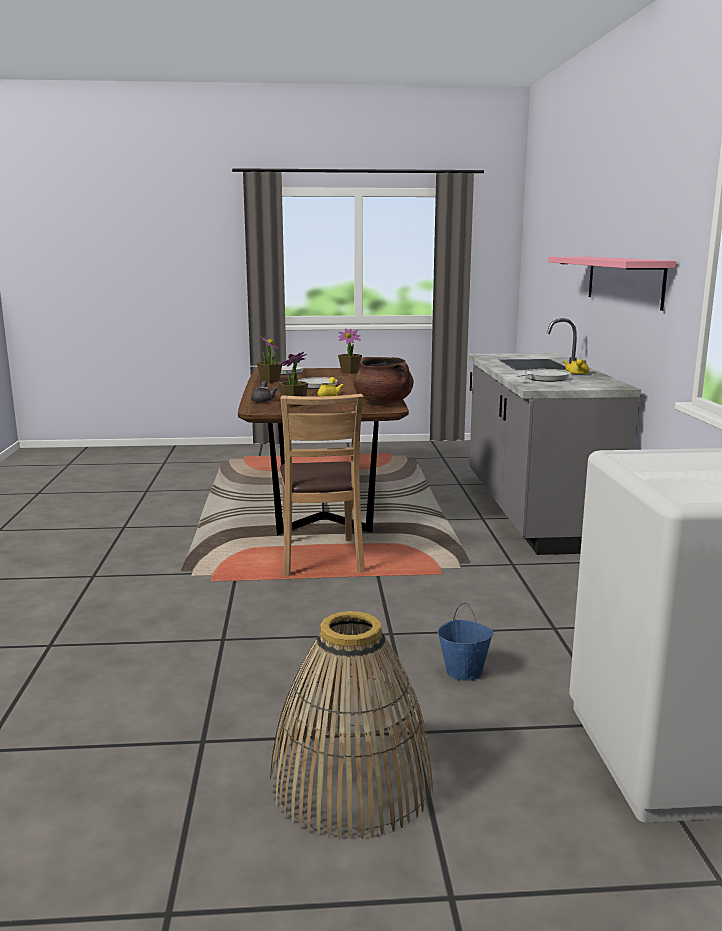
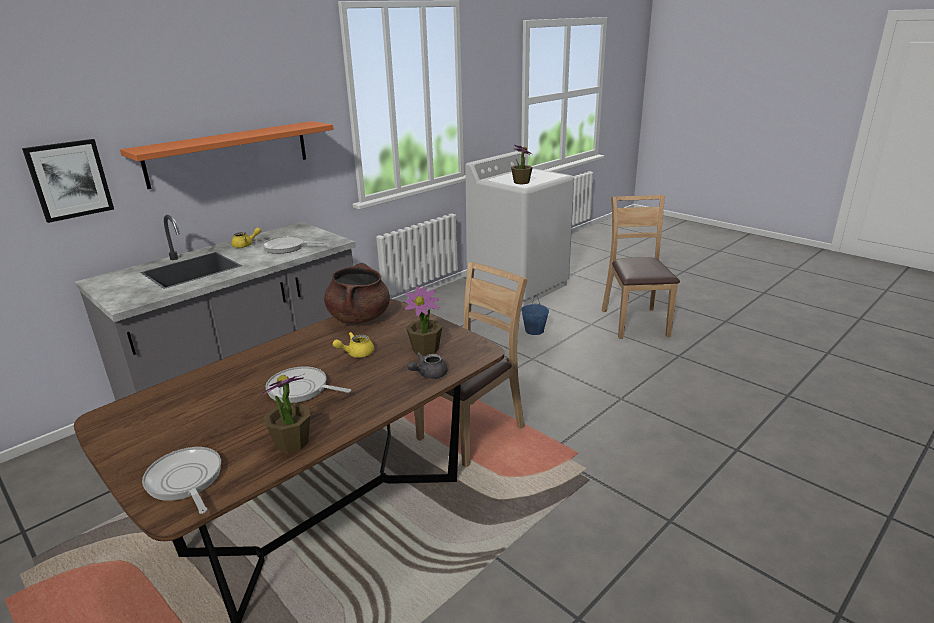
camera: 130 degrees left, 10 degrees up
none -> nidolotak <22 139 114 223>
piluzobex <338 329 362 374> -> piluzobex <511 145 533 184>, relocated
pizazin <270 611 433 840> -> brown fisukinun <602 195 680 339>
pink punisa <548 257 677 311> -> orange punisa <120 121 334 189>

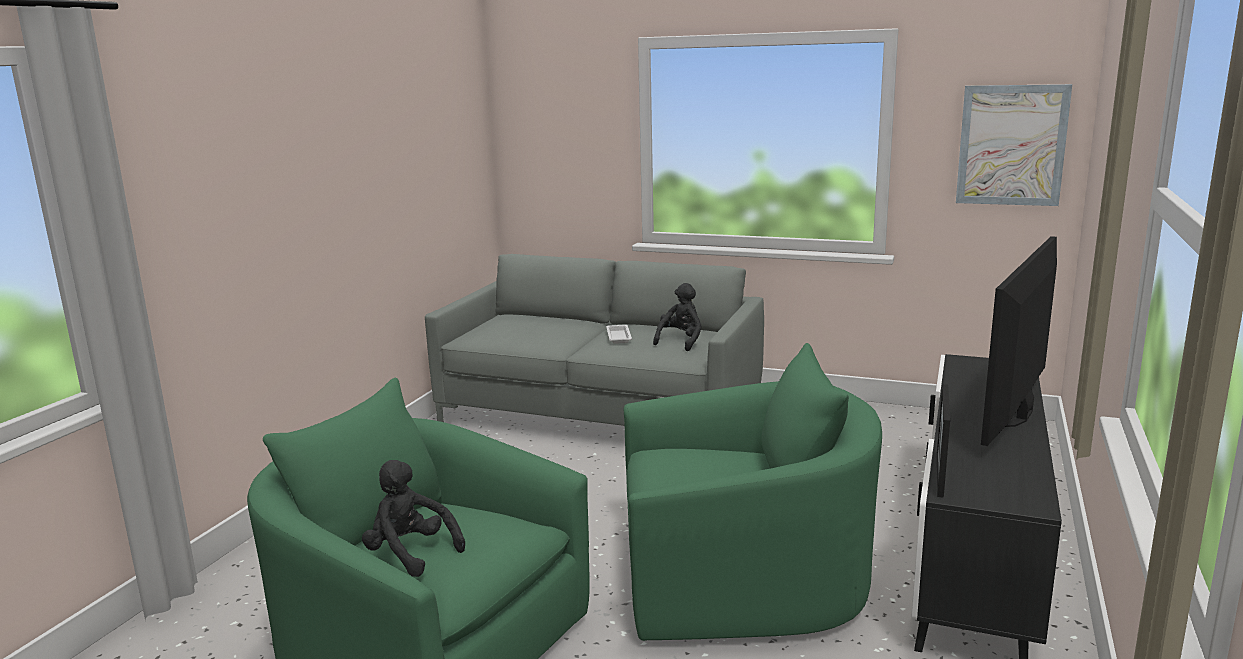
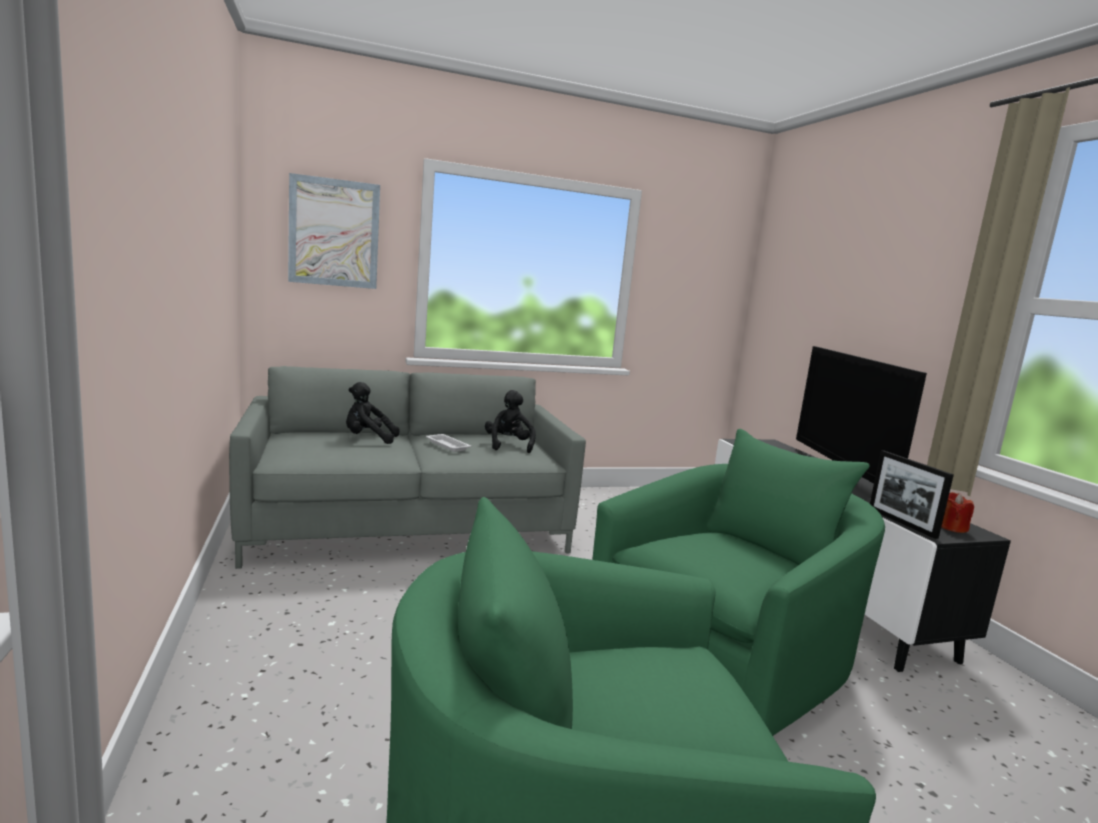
camera: 40 degrees left, 5 degrees down
none -> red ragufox <941 492 974 533>
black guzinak <362 460 465 577> -> black guzinak <346 382 399 444>, relocated
nidolotak <956 84 1072 206> -> nidolotak <288 173 380 289>, relocated

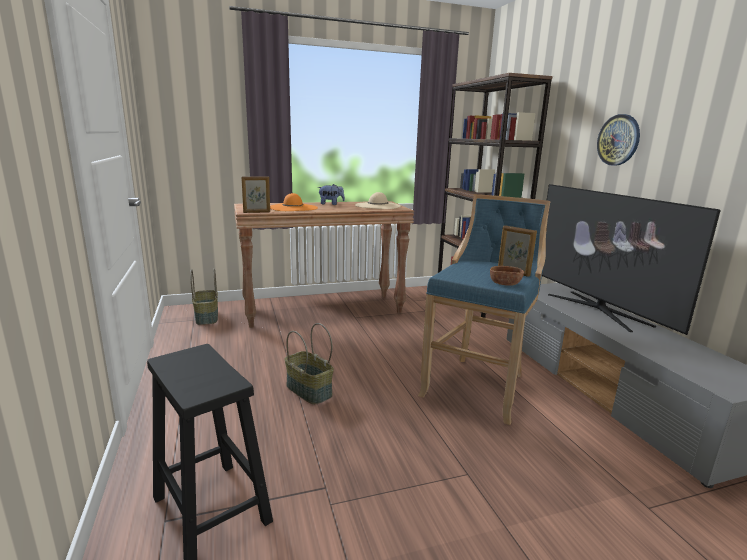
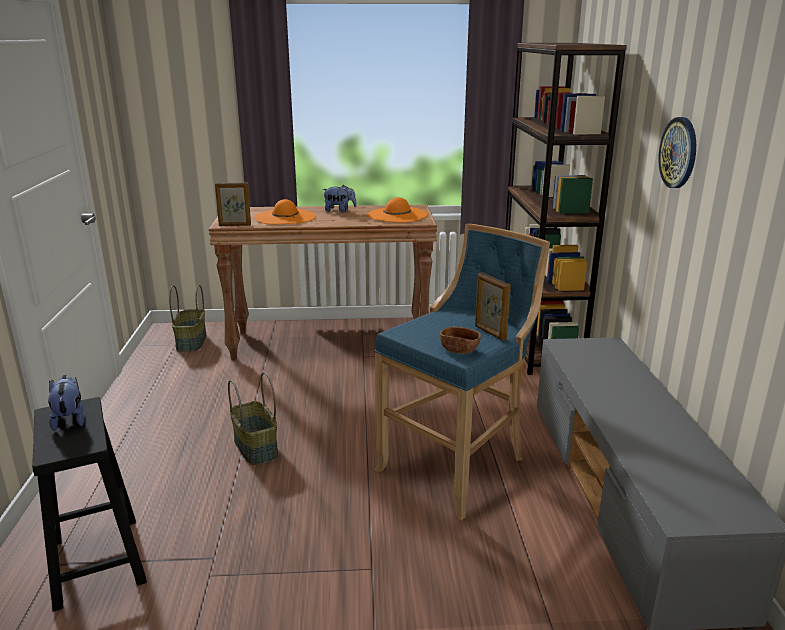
camera: 15 degrees right, 5 degrees up
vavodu <542 184 721 335> -> none
none -> guzinak <48 375 85 431>
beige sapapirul <355 192 401 209> -> orange sapapirul <367 197 428 223>

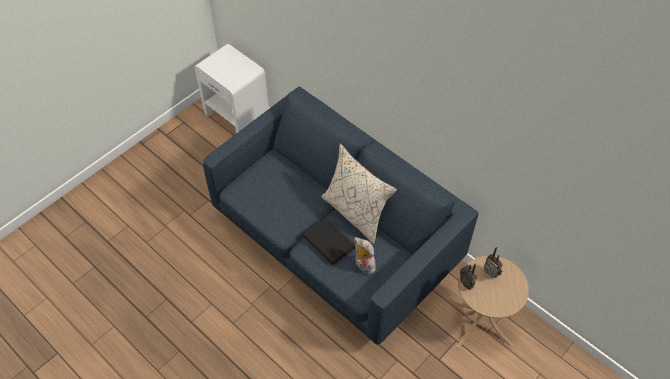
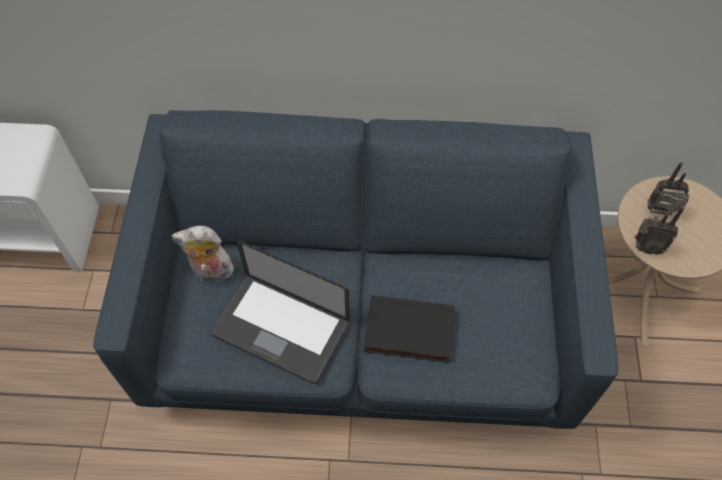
camera: 40 degrees left, 5 degrees up
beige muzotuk <322 144 397 245> -> none
none -> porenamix <211 240 350 384>
guzinak <354 237 378 274> -> guzinak <172 226 234 283>, relocated

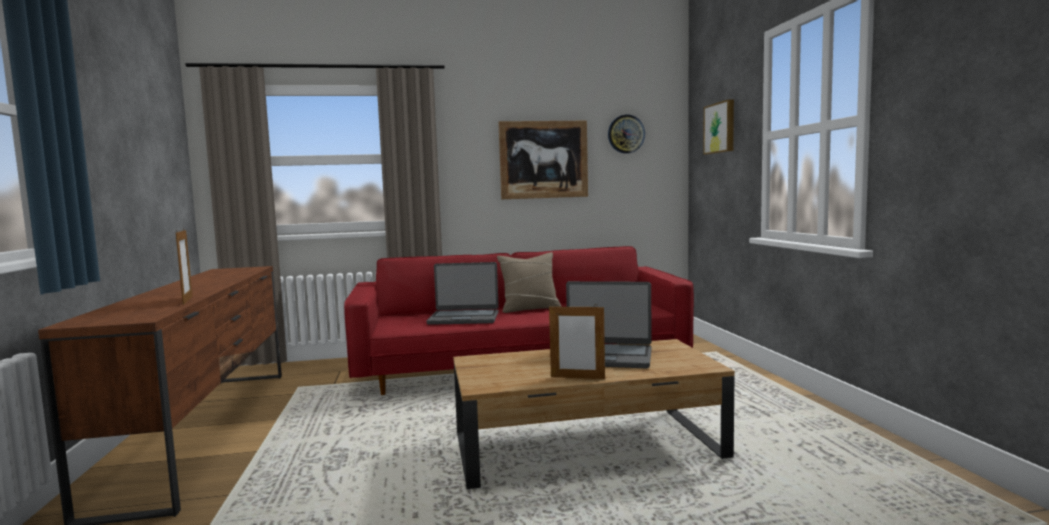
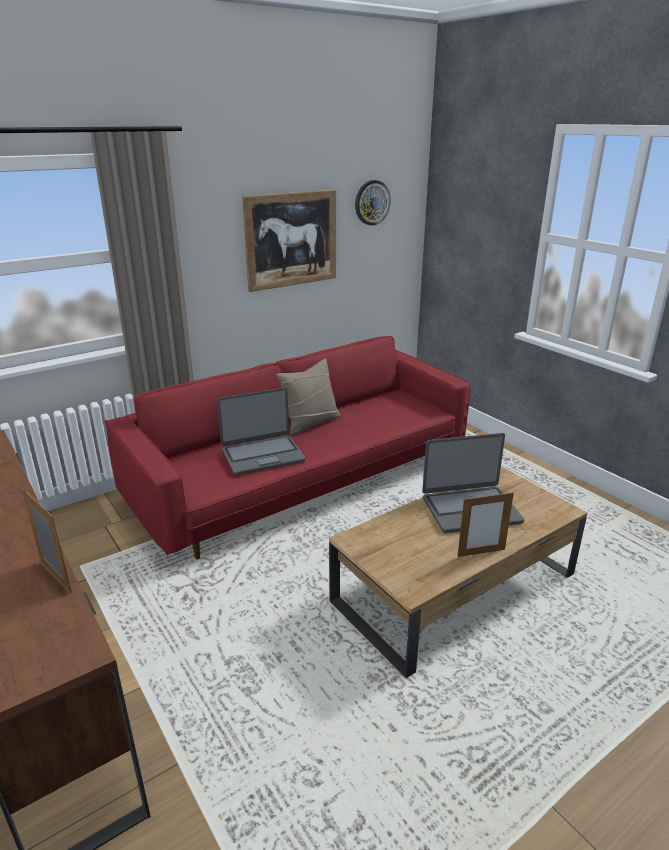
camera: 25 degrees left, 20 degrees up
nidolotak <703 99 734 155> -> none

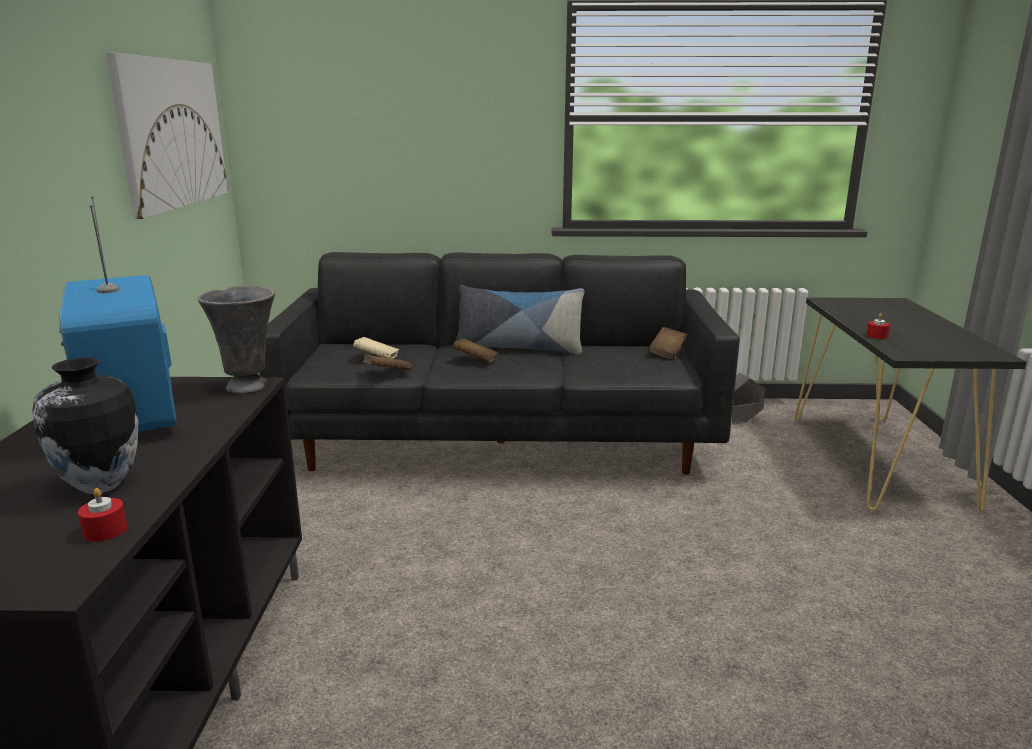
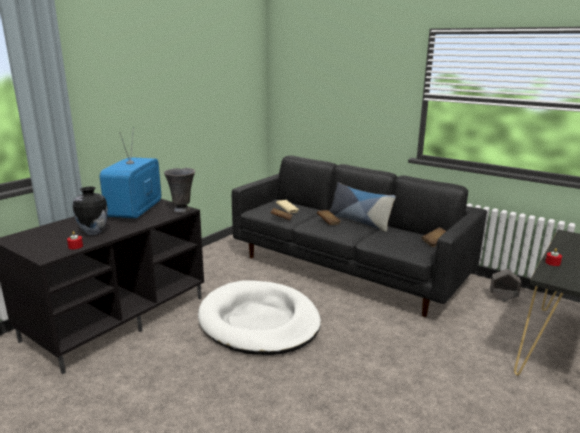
camera: 35 degrees right, 0 degrees up
nidolotak <106 53 228 219> -> none
none -> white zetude <198 280 321 355>

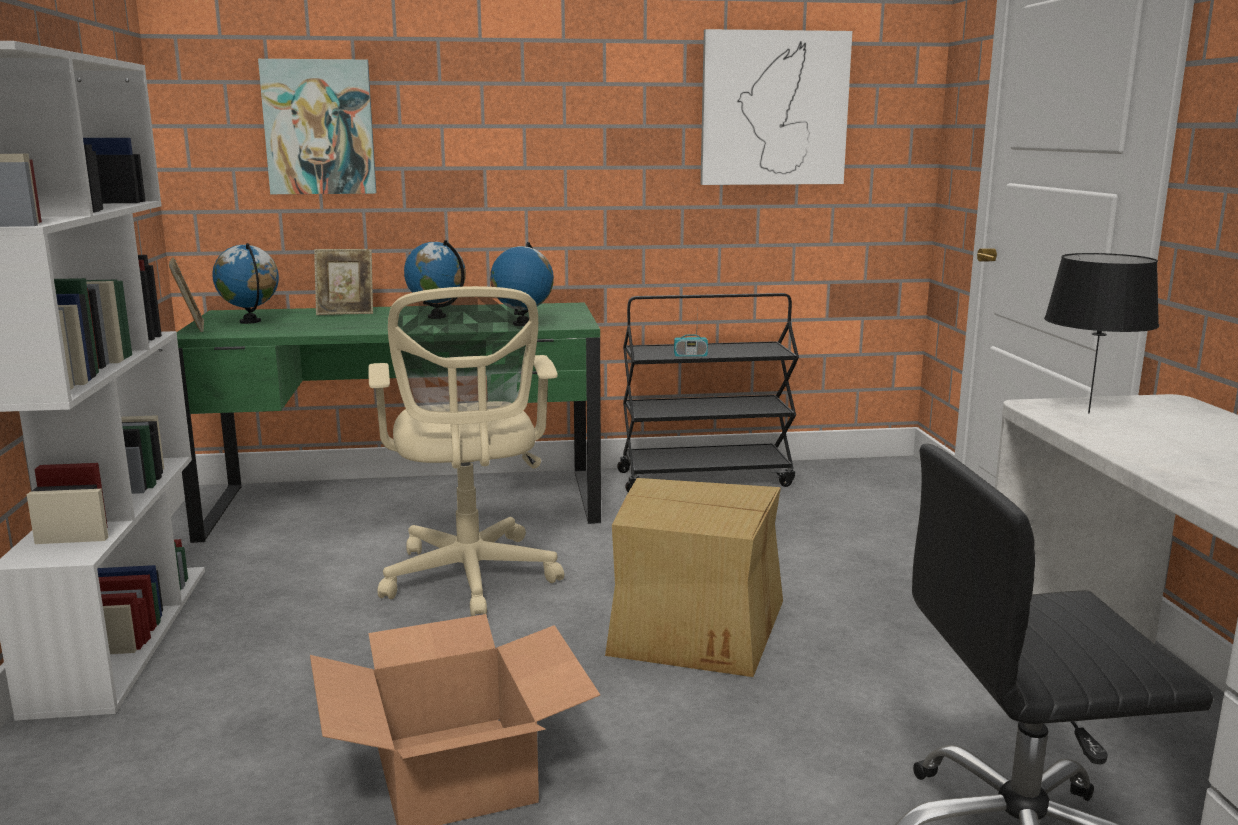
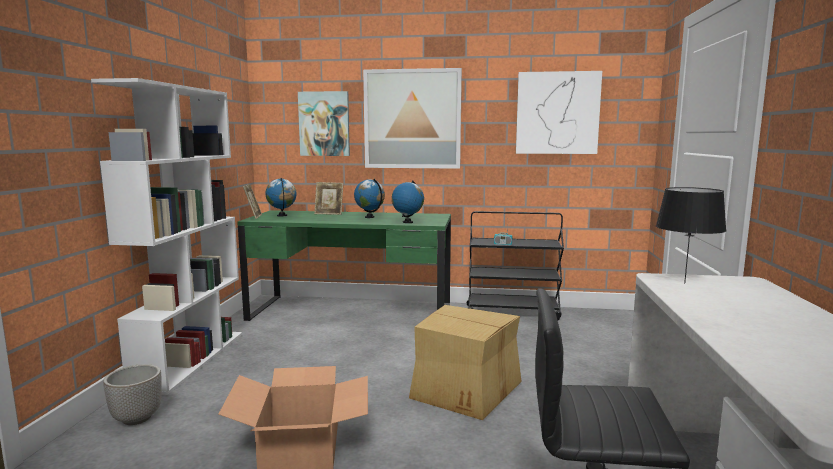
camera: 15 degrees right, 5 degrees down
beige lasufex <368 286 564 616> -> none
none -> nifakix <103 364 162 425>
none -> nidolotak <363 68 462 169>

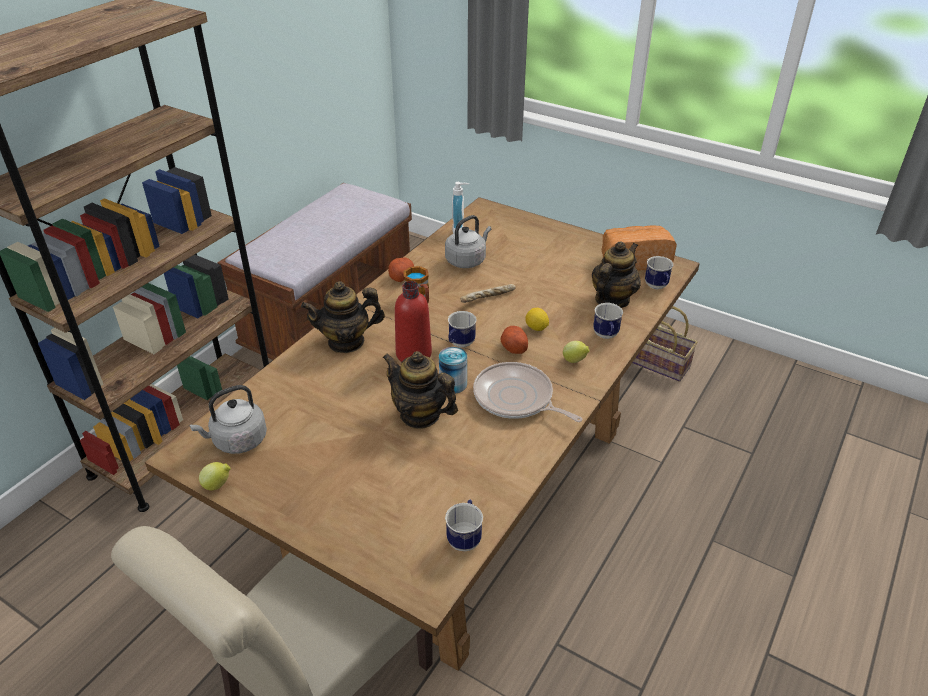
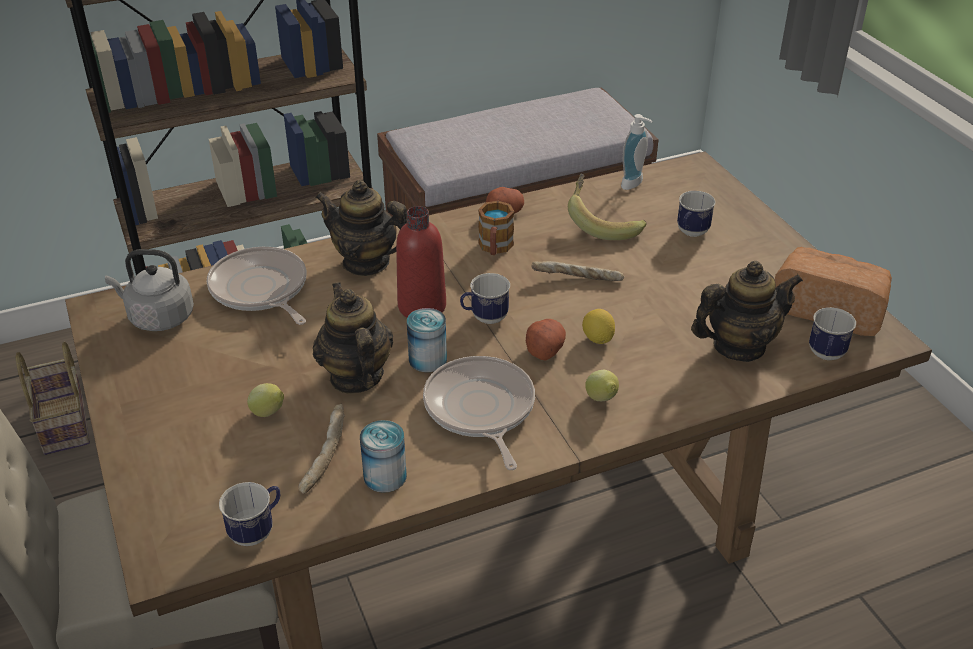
camera: 35 degrees right, 0 degrees up
none -> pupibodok <206 247 306 325>
none -> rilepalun <298 404 345 494>
none -> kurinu <360 420 407 493>
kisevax <199 462 231 491> -> kisevax <247 383 284 417>, relocated
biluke <593 303 623 339> -> biluke <677 191 716 237>, relocated
pizazin <632 306 697 382> -> pizazin <16 342 90 455>, relocated
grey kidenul <445 215 491 268> -> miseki <568 174 647 240>

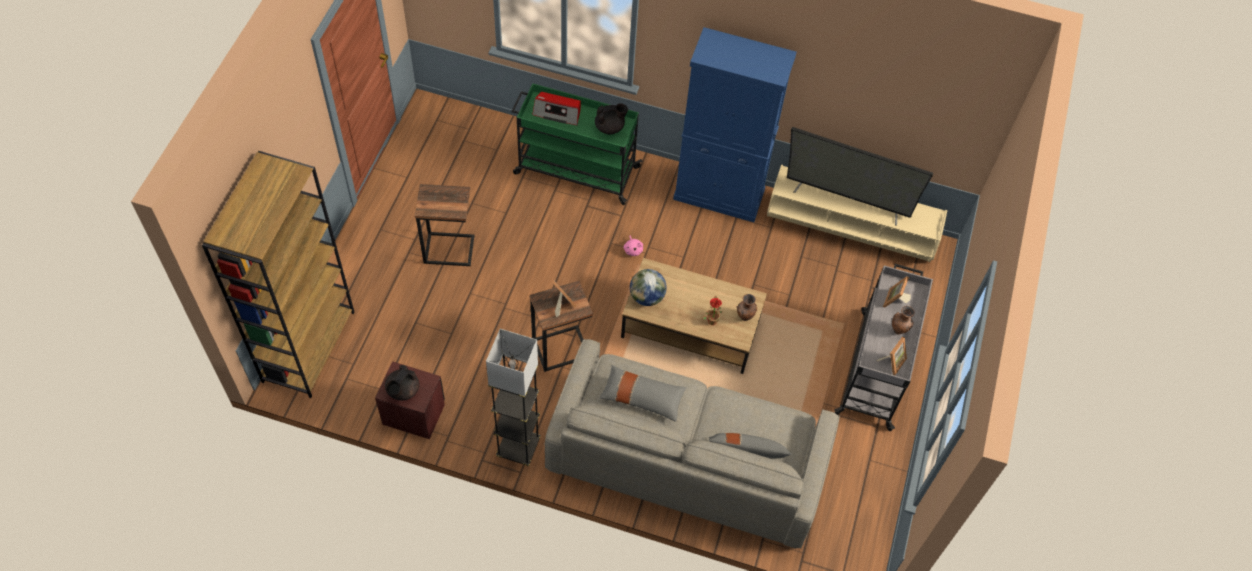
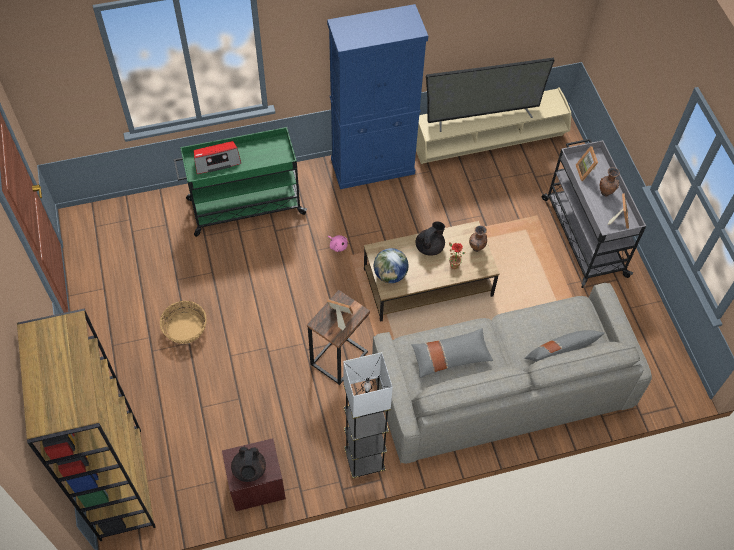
camera: 30 degrees left, 0 degrees up
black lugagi <595 103 628 134> -> black lugagi <416 222 445 256>, relocated
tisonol <415 184 474 266> -> pizazin <160 301 206 344>

